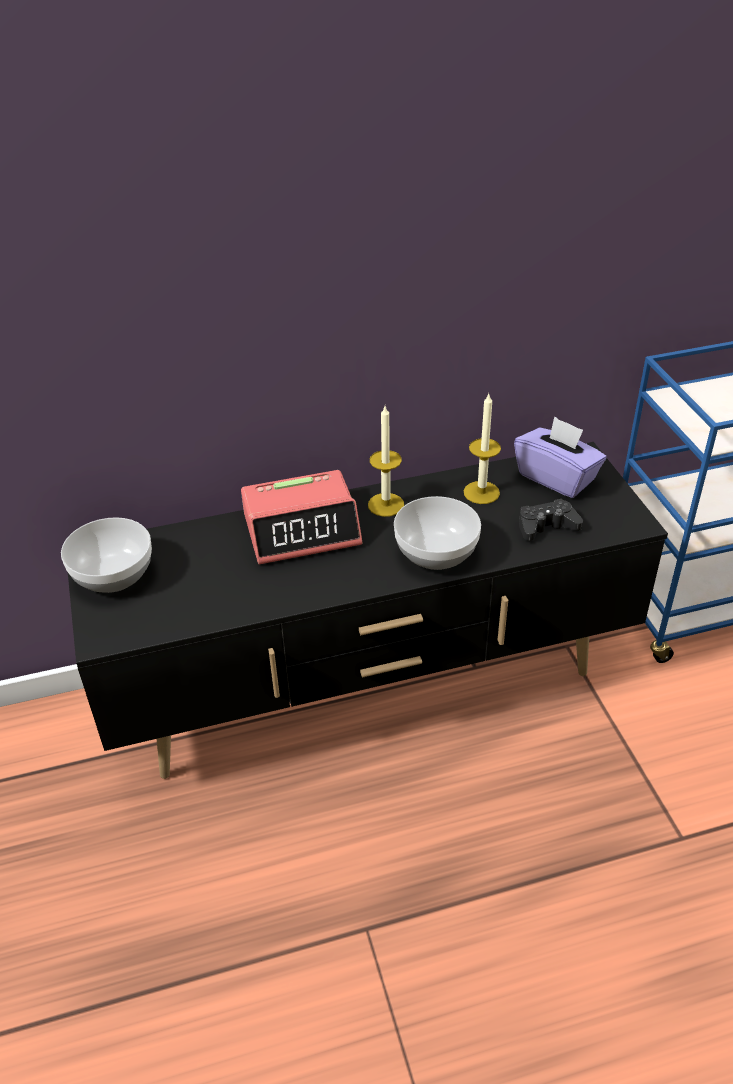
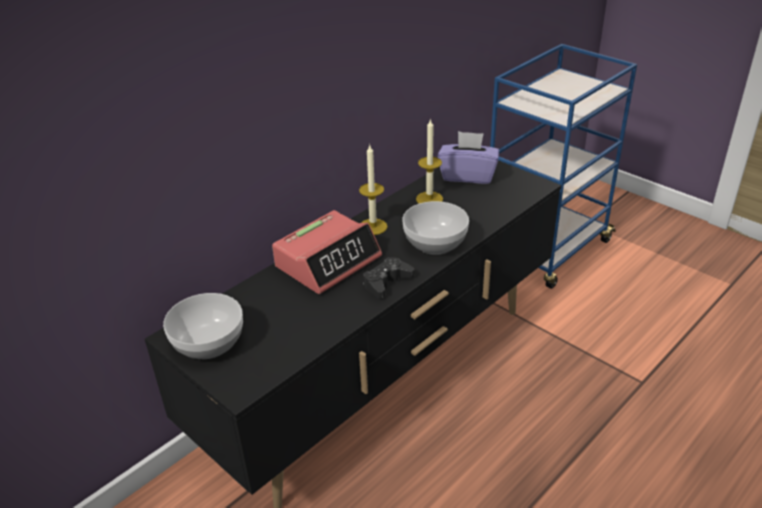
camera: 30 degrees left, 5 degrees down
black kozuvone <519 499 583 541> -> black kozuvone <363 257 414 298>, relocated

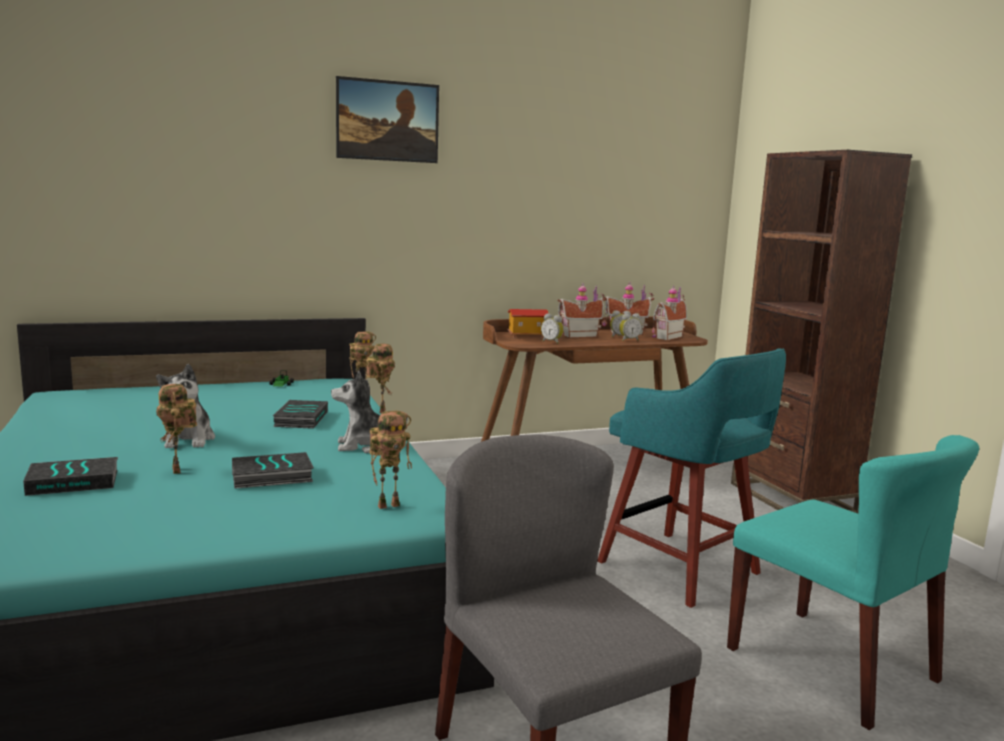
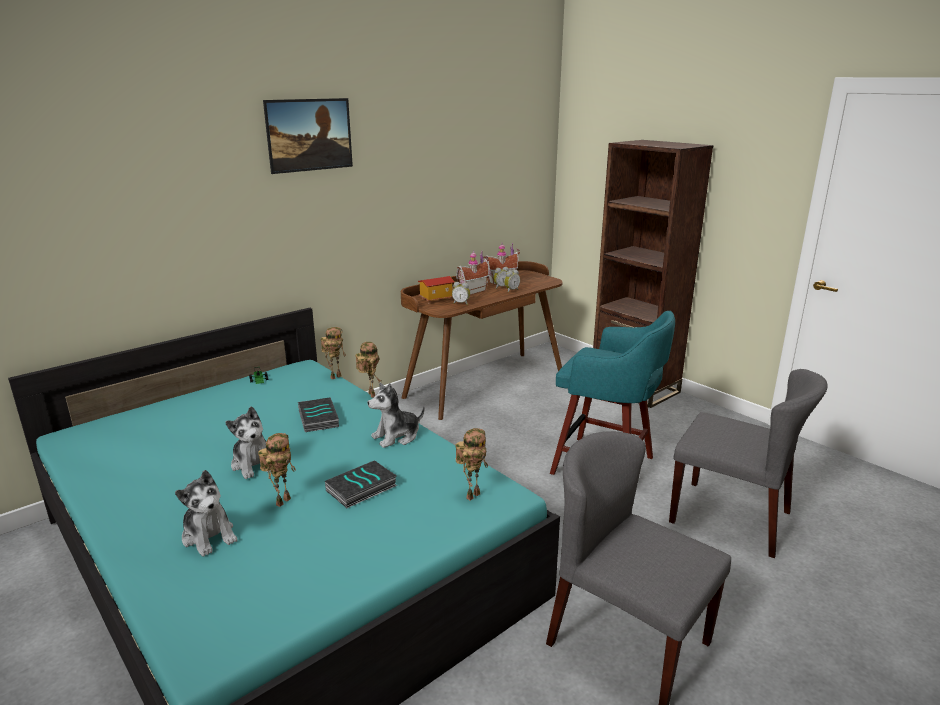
camera: 20 degrees left, 10 degrees up
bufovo <652 285 687 341> -> none
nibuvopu <23 457 118 496> -> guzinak <175 470 238 556>
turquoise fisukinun <727 435 979 730> -> grey fisukinun <669 369 828 558>
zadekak <156 384 197 474> -> zadekak <258 433 296 507>, 105 degrees counterclockwise

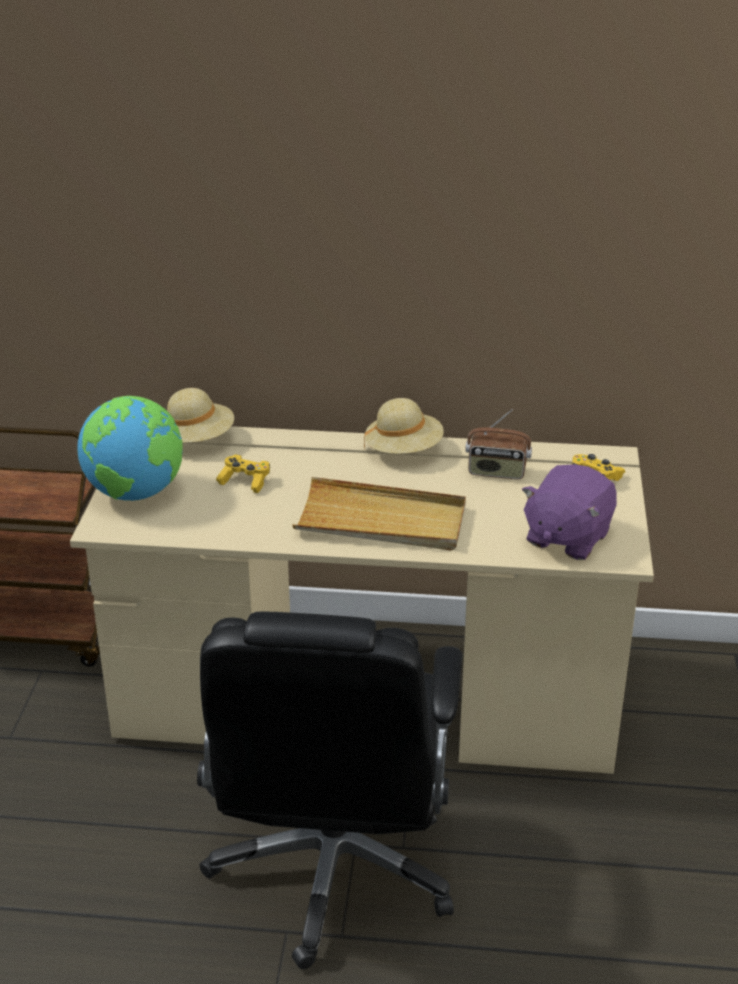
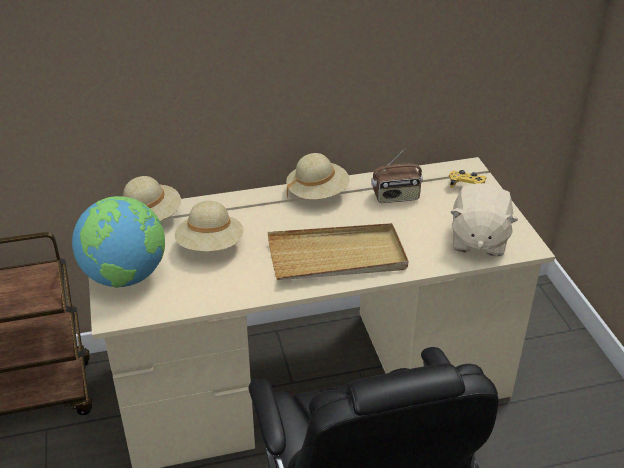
camera: 20 degrees left, 5 degrees up
yellow kozuvone <216 455 270 493> -> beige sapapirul <175 201 243 251>
purple guzinak <522 464 617 560> -> beige guzinak <450 183 518 256>

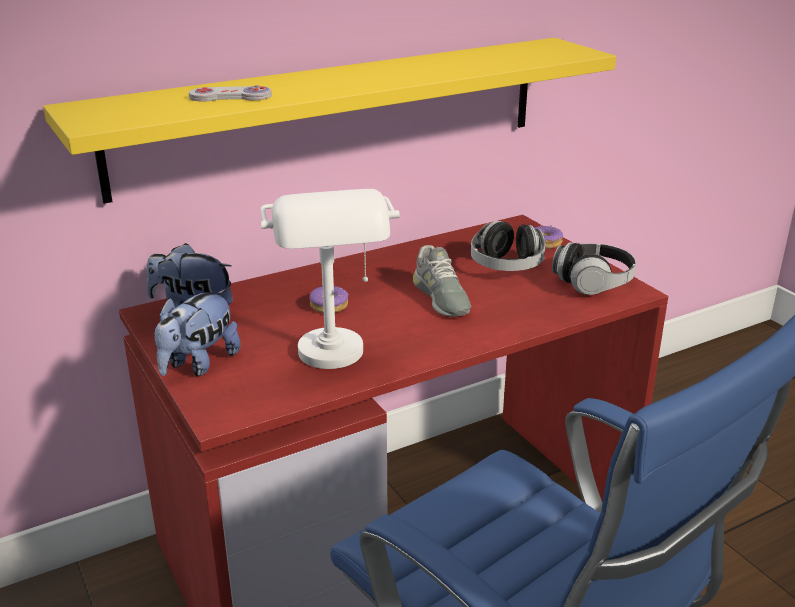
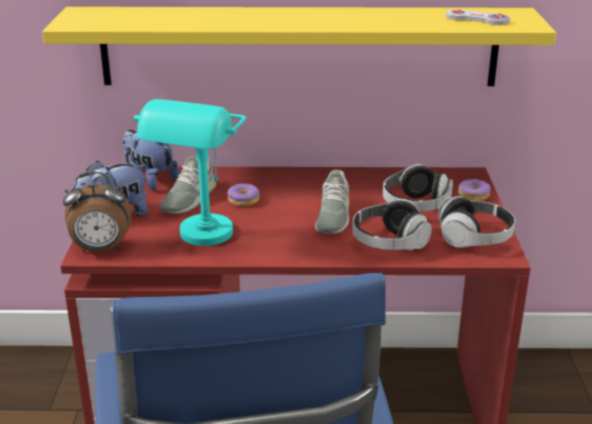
camera: 30 degrees right, 0 degrees up
none -> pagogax <63 172 132 252>
none -> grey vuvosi <160 156 217 214>
none -> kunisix <353 199 432 250>
white kozuvone <189 85 272 102> -> white kozuvone <446 9 510 25>, relocated
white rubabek <260 189 400 369> -> turquoise rubabek <134 99 246 246>

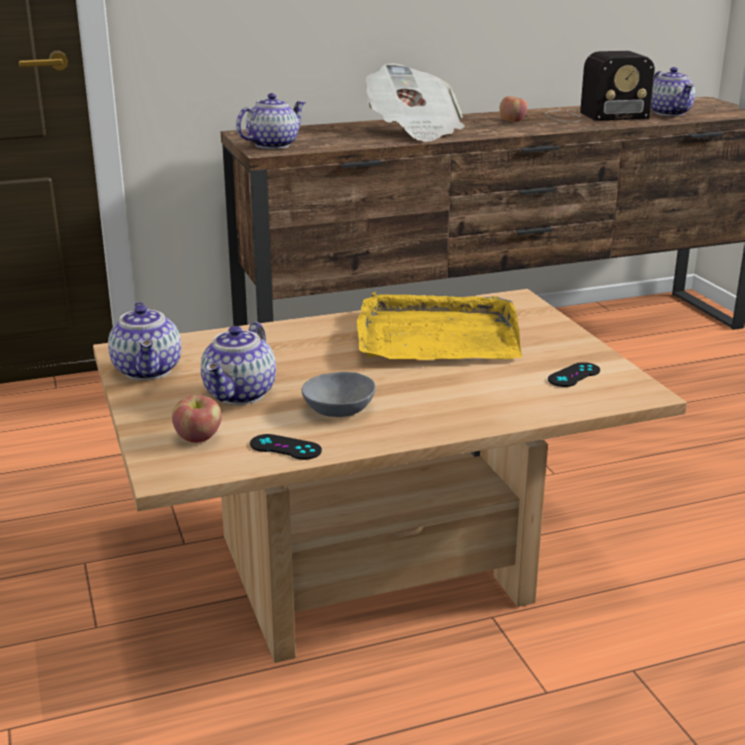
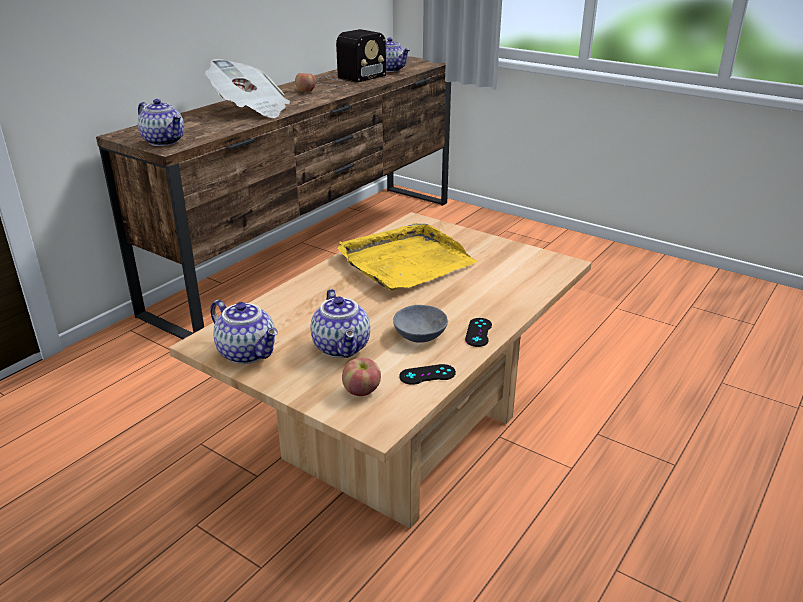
camera: 35 degrees left, 5 degrees up
black kozuvone <548 362 600 387> -> black kozuvone <465 318 492 347>, relocated
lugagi <236 93 306 149> -> lugagi <138 99 184 146>, 120 degrees clockwise

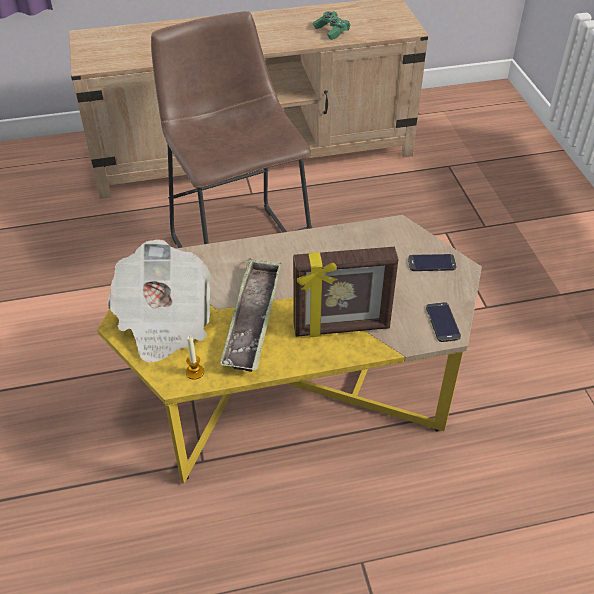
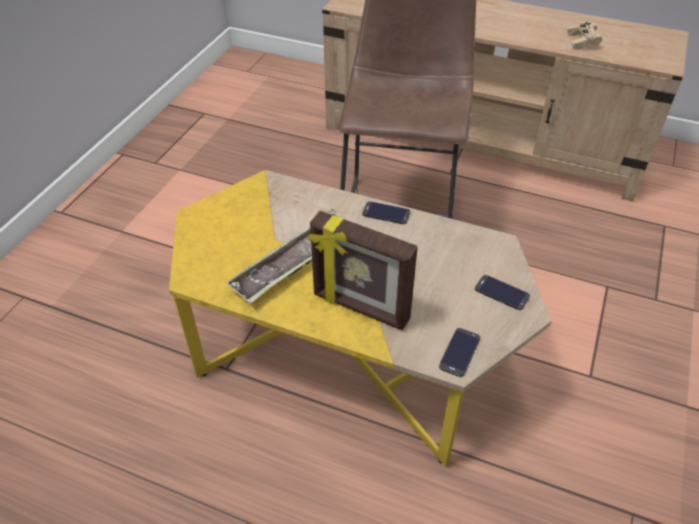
camera: 35 degrees right, 0 degrees up
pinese <107 240 211 363> -> none
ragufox <186 336 204 380> -> none
none -> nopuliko <362 201 411 224>
green kozuvone <313 11 350 40> -> beige kozuvone <567 21 602 50>

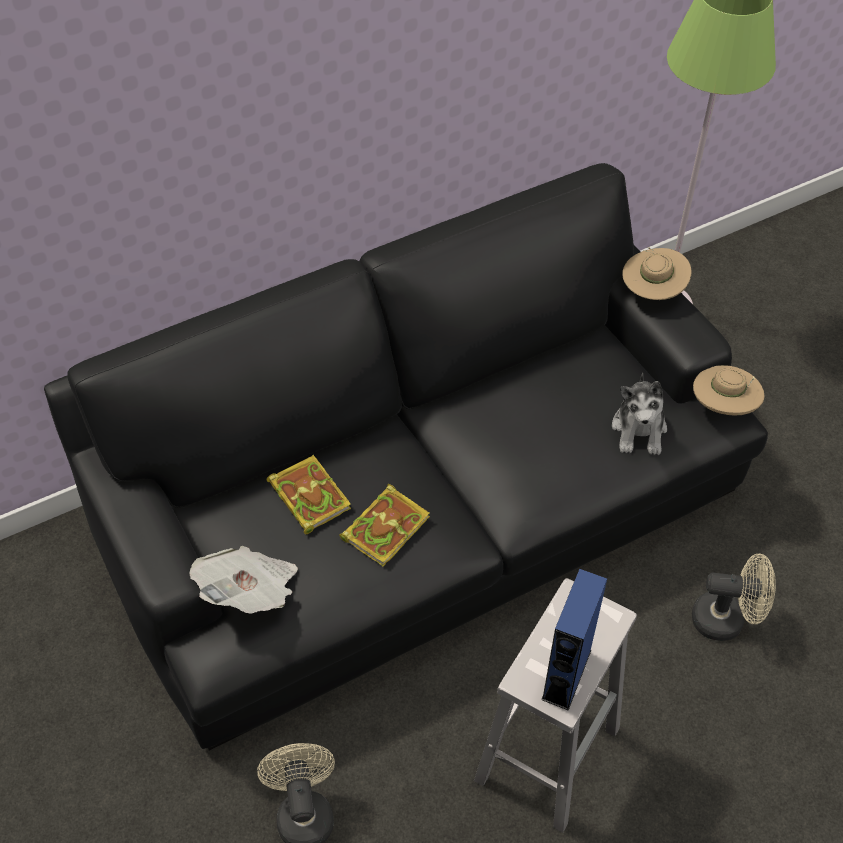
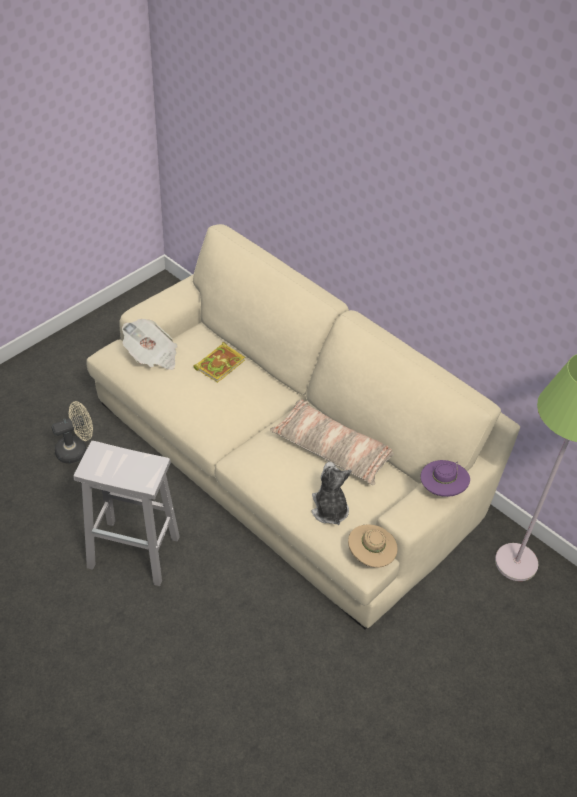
camera: 70 degrees right, 5 degrees down
nibuvopu <339 484 430 567> -> none
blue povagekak <541 568 607 711> -> none
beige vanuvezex <692 554 776 641> -> none
none -> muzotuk <270 399 394 485>
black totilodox <44 163 768 751> -> beige totilodox <87 224 520 629>
beige sapapirul <622 247 691 300> -> purple sapapirul <421 460 470 497>
guzinak <612 373 667 455> -> guzinak <312 462 352 525>, 90 degrees clockwise

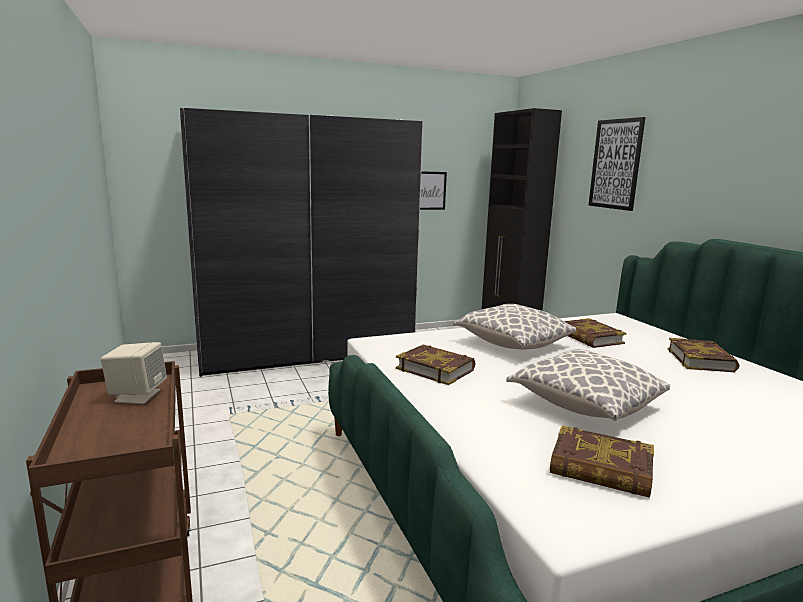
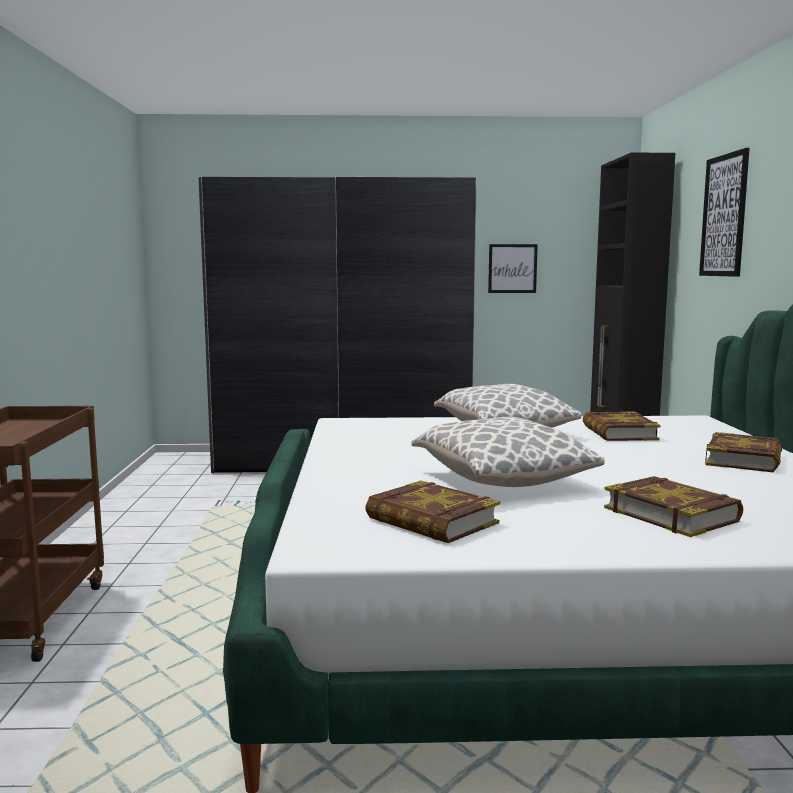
camera: 20 degrees right, 5 degrees down
beige povagekak <101 342 167 404> -> none
nibuvopu <396 345 475 385> -> nibuvopu <604 476 743 537>, relocated

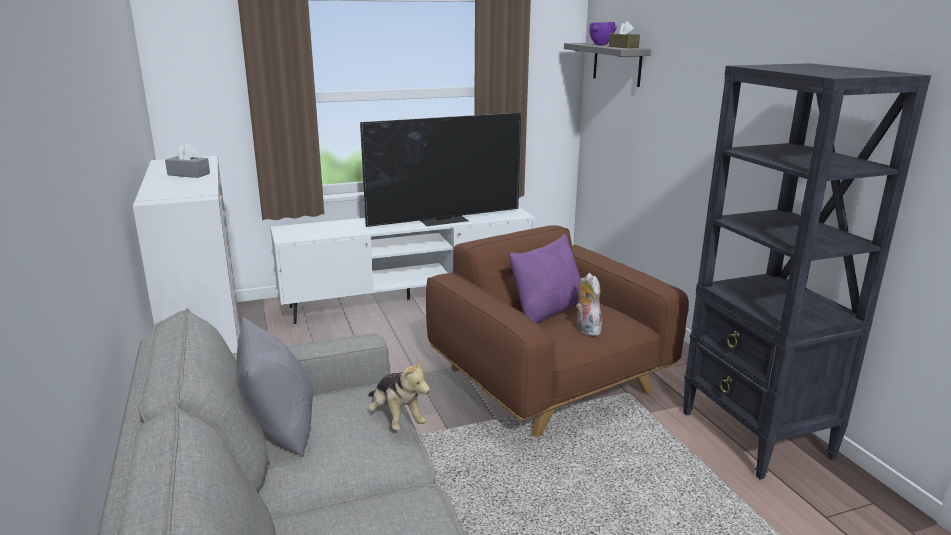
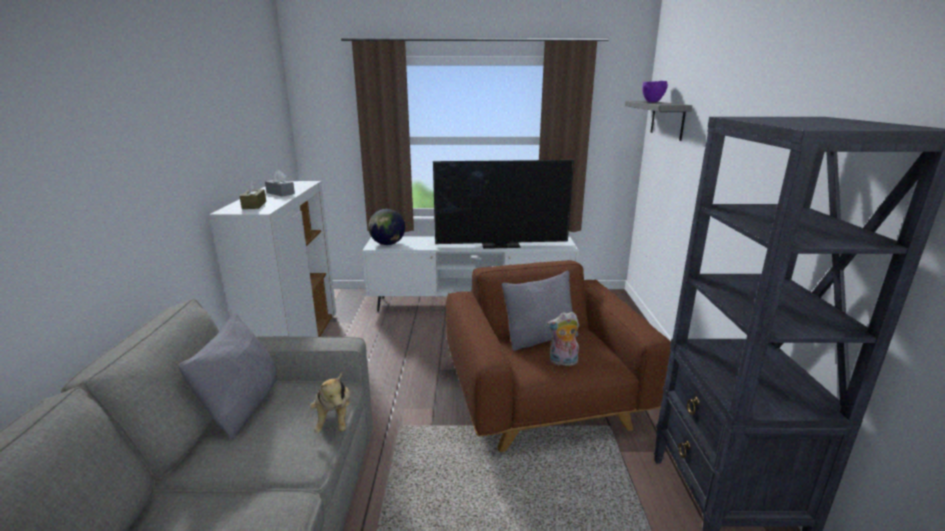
camera: 20 degrees right, 0 degrees up
none -> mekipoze <369 209 405 245>
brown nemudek <609 21 640 48> -> brown nemudek <240 180 266 209>, relocated
purple muzotuk <509 234 581 323> -> grey muzotuk <502 270 578 351>
guzinak <576 273 602 336> -> guzinak <547 312 579 366>, 90 degrees counterclockwise

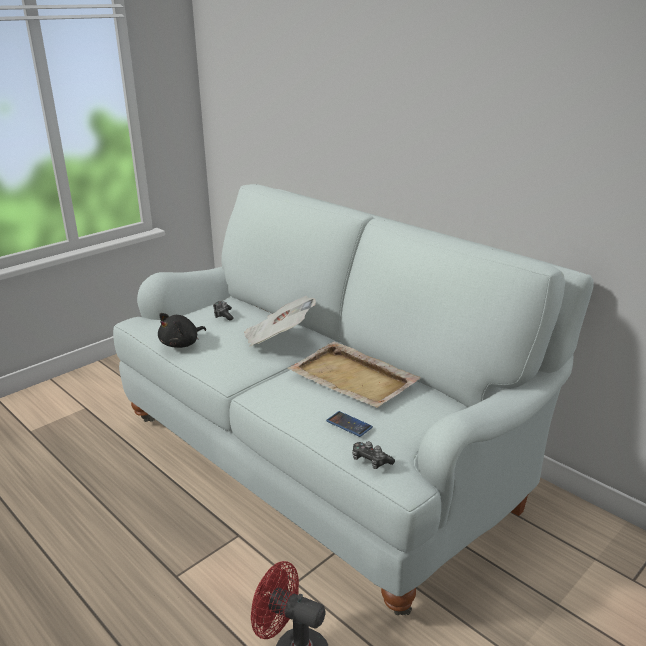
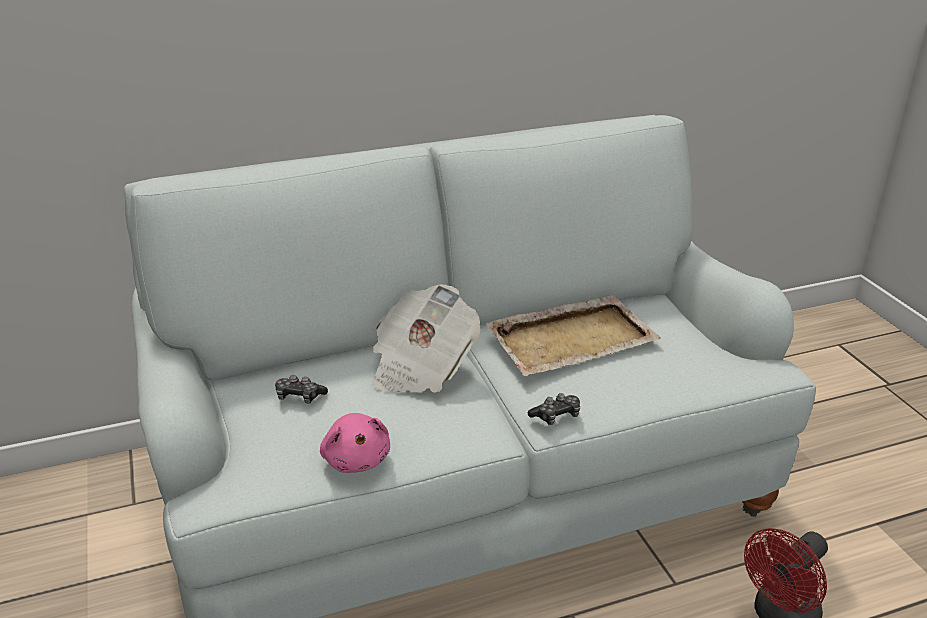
camera: 65 degrees left, 5 degrees up
nopuliko <326 411 373 437> -> none
kozuvone <352 441 395 469> -> kozuvone <528 393 580 425>, relocated
black guzinak <158 313 206 348> -> pink guzinak <320 413 390 473>

